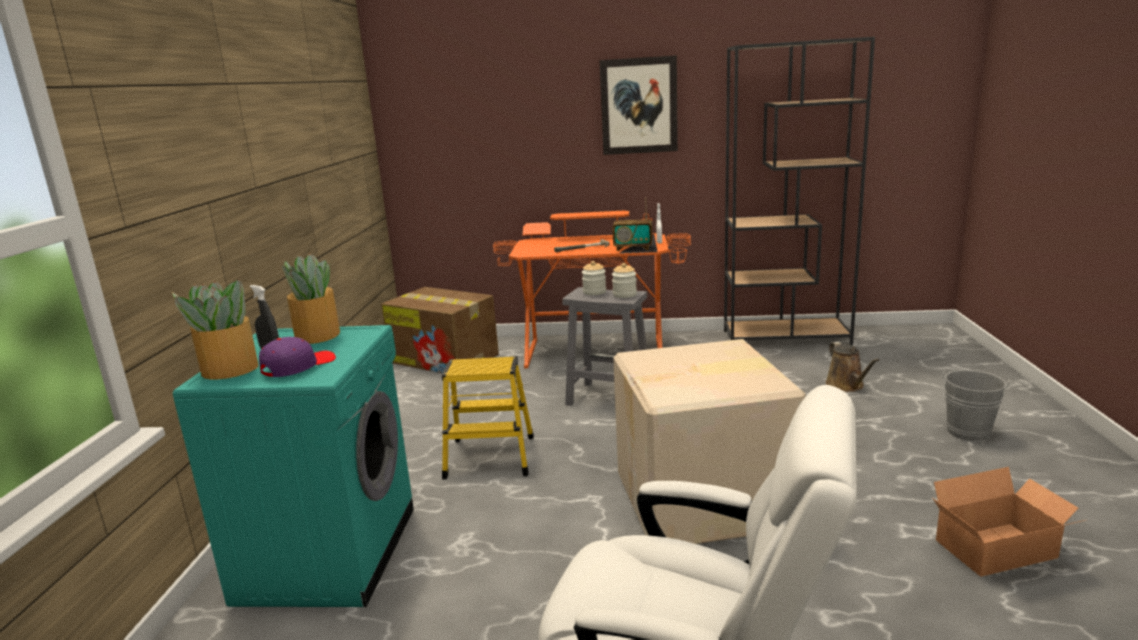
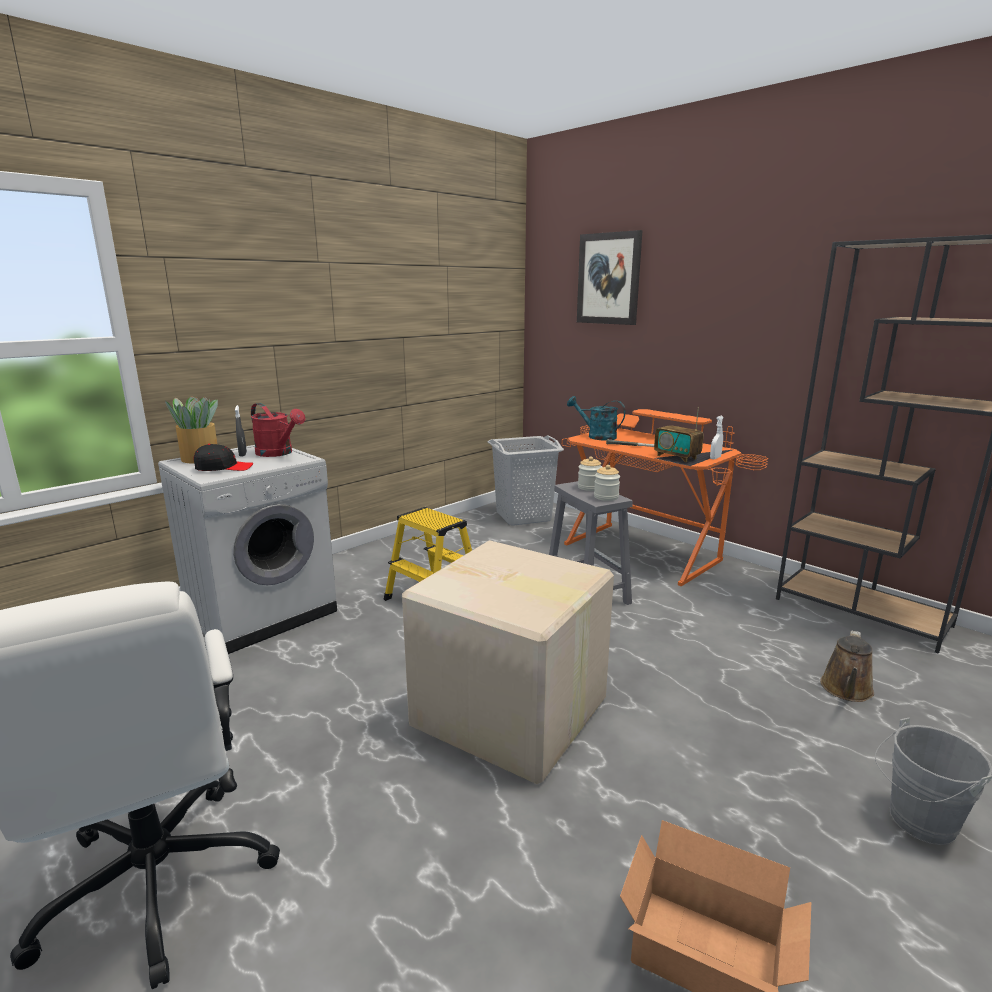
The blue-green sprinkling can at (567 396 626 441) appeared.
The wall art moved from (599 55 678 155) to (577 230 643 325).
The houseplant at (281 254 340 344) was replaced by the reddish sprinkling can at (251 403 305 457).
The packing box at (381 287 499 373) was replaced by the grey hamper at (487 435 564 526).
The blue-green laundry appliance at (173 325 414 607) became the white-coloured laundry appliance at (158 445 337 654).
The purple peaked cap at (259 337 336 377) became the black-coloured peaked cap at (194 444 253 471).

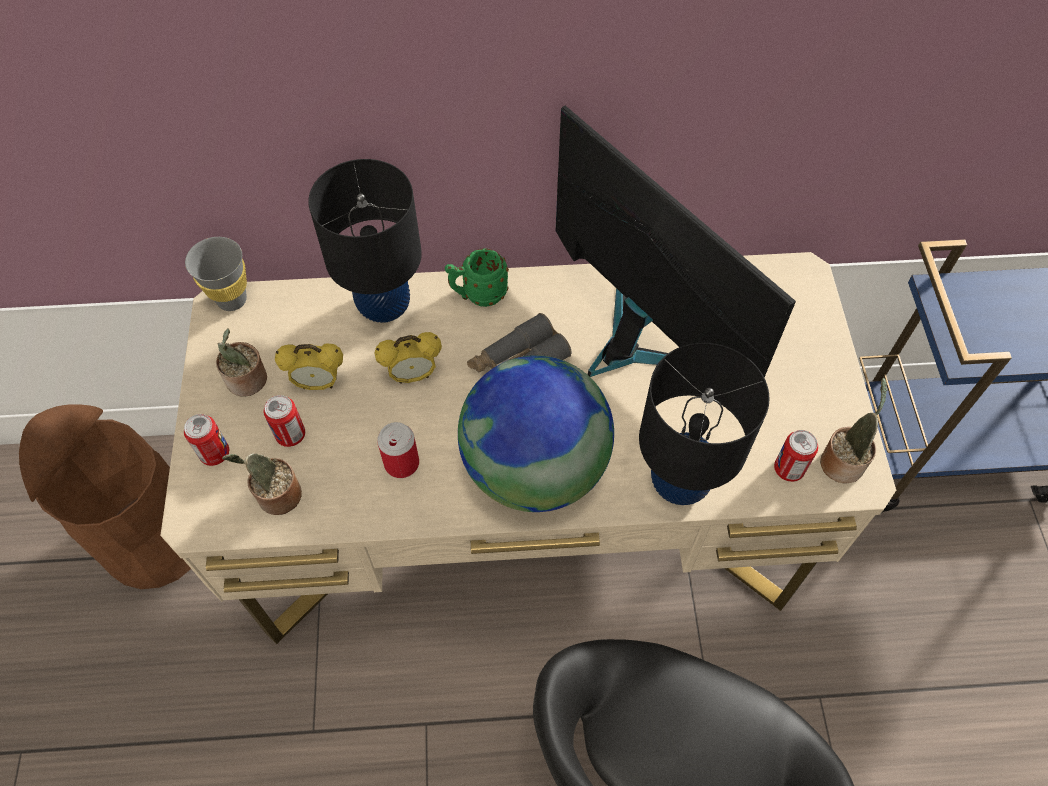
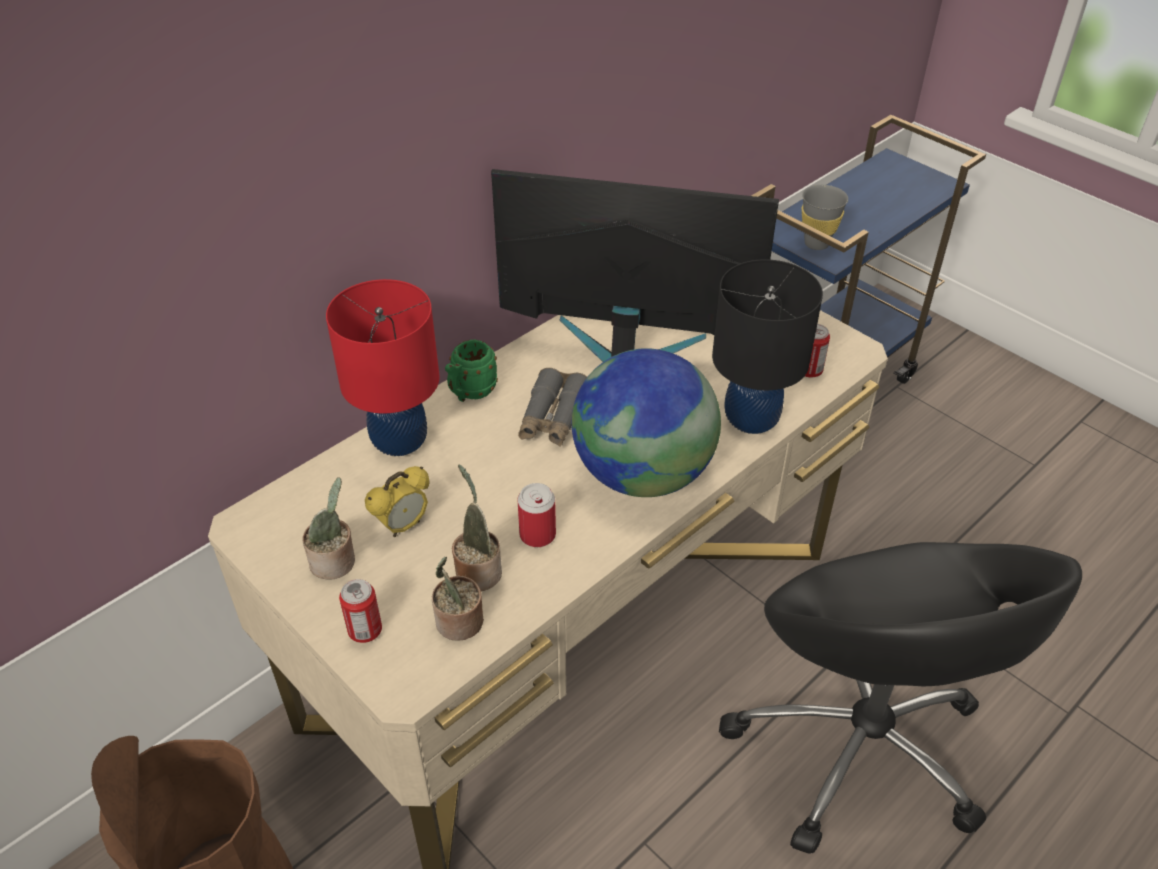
The metal can at (264 395 305 447) disappeared.
The table clock at (375 332 442 384) disappeared.
The grey drinking cup moved from (185 237 247 311) to (802 185 848 250).
The houseplant moved from (820 378 888 484) to (452 465 502 591).
The black-coloured table lamp at (308 159 422 323) became the reddish table lamp at (326 279 440 456).

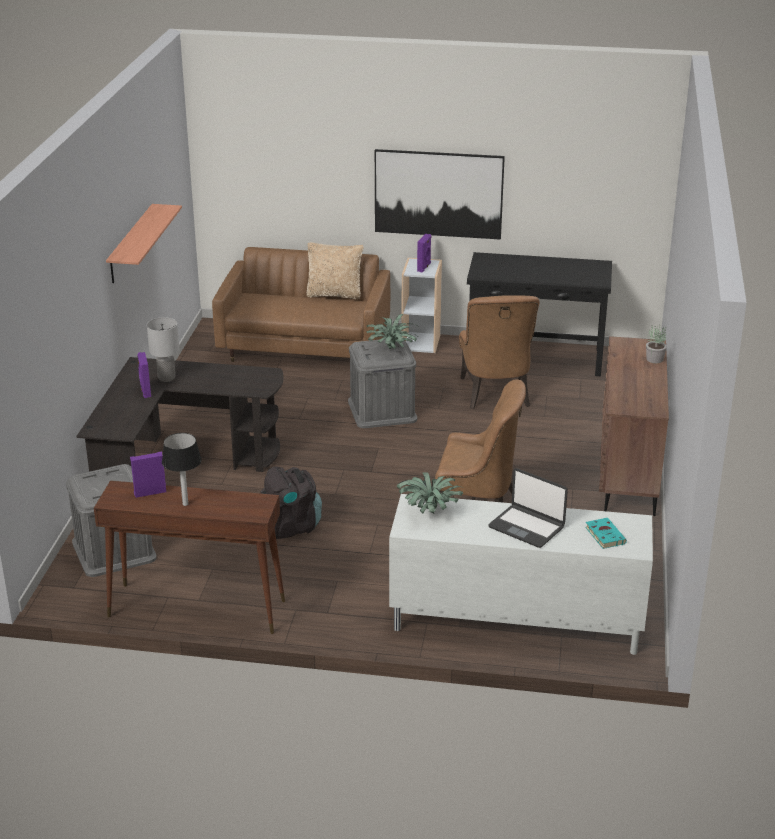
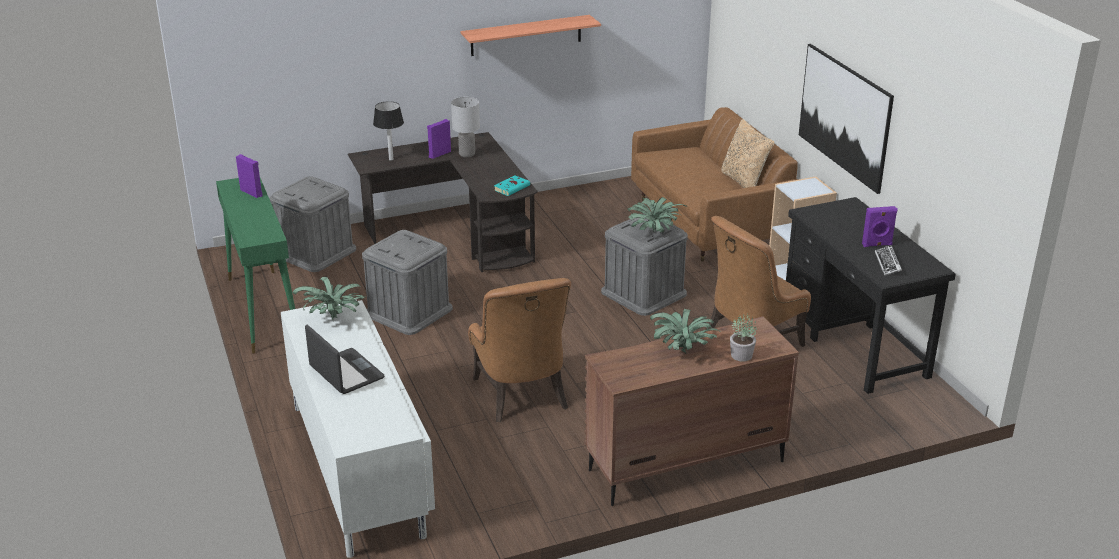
The houseplant at (650 309 722 353) appeared.
The keyboard at (875 245 902 276) appeared.
The table lamp moved from (162 433 202 506) to (373 101 404 161).
The purple audio speaker moved from (417 234 431 272) to (862 206 898 247).
The blue-green bound book moved from (585 518 627 549) to (494 175 530 196).
The black-coloured backpack at (260 466 322 539) was replaced by the grey storage box at (362 230 453 335).
The brownish hall table at (94 480 285 634) became the green hall table at (216 178 295 353).
The portable computer at (488 468 568 548) turned 135 degrees clockwise.

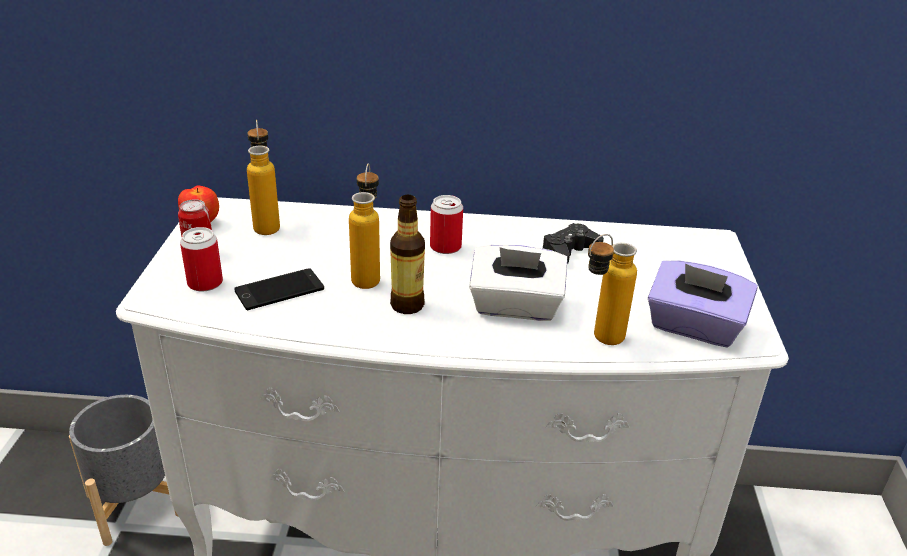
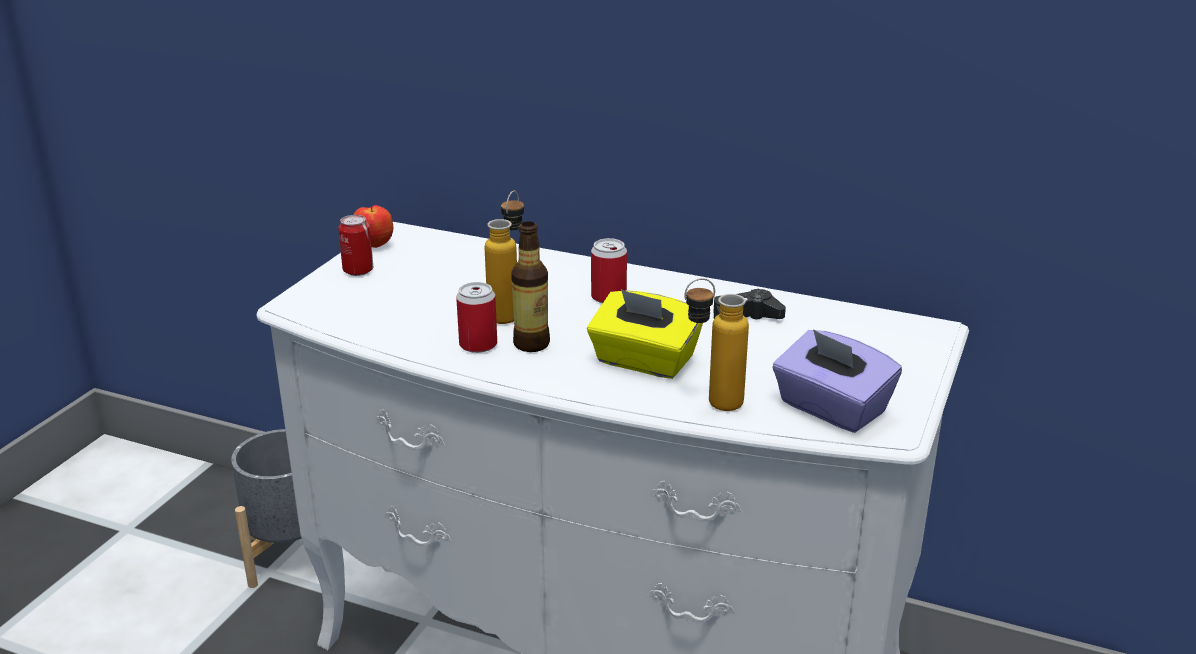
The handset at (234 268 324 310) disappeared.
The beverage bottle at (247 120 280 235) disappeared.
The metal can moved from (180 227 223 291) to (456 282 497 353).
The white-coloured tissue box at (469 244 567 321) became the yellowish tissue box at (587 289 703 379).

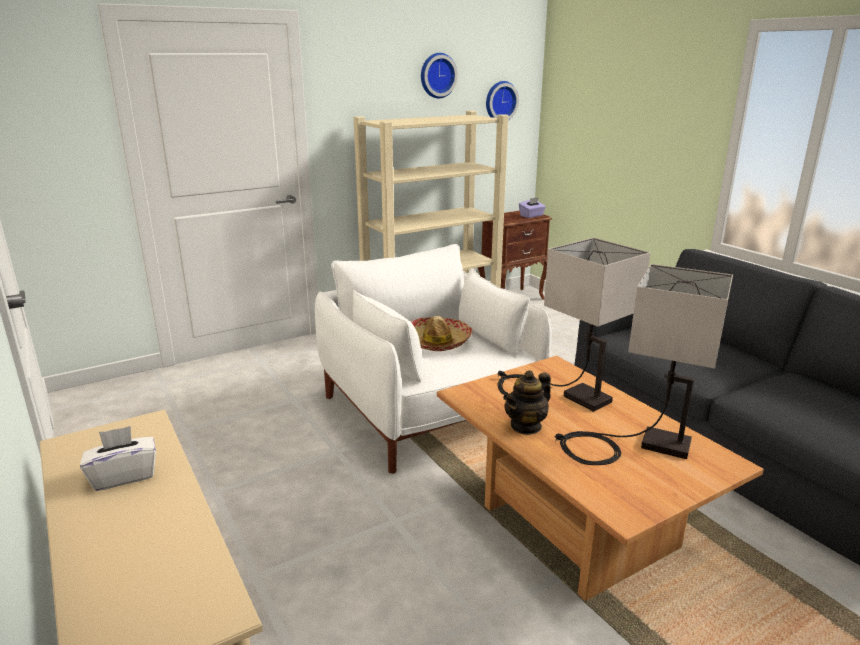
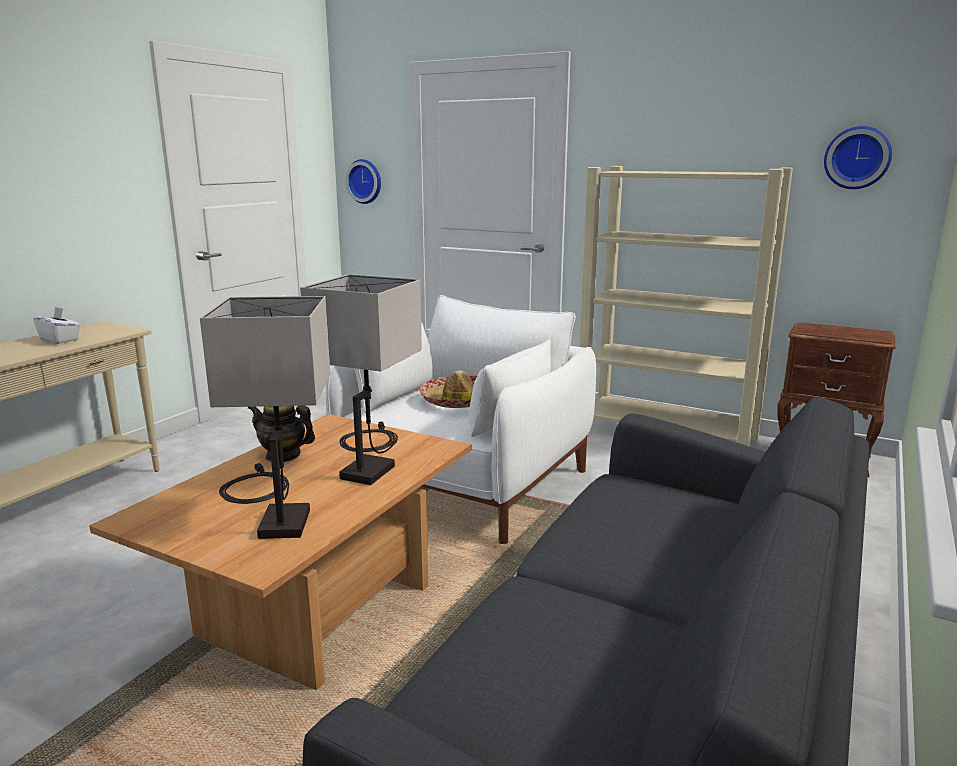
The purple tissue box at (519 197 546 218) disappeared.
The wall clock moved from (421 53 458 98) to (345 159 381 204).

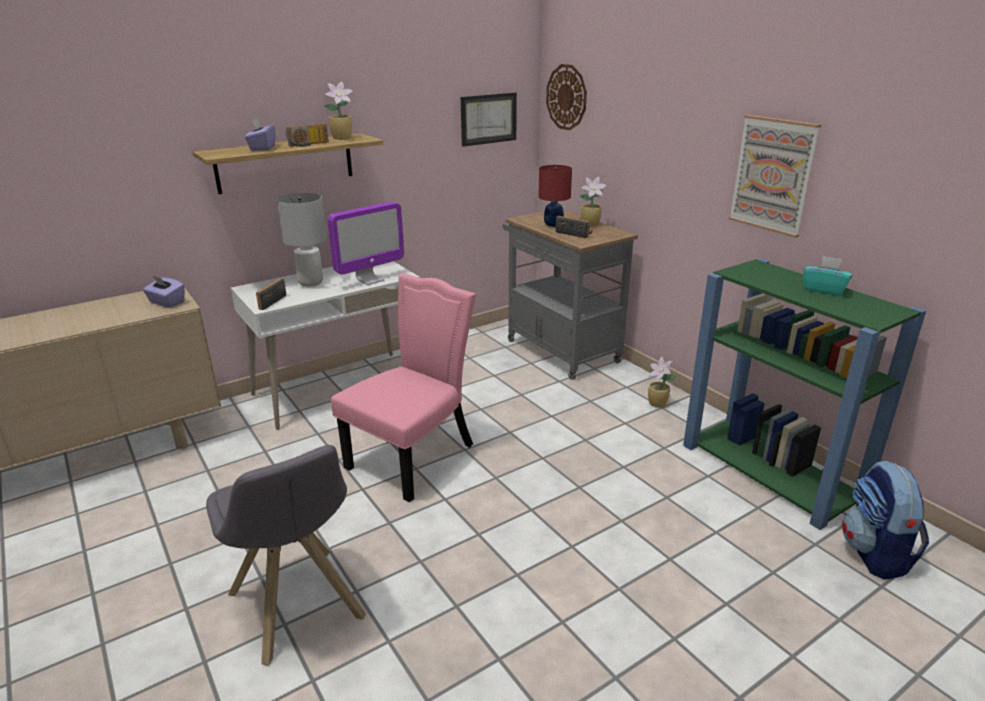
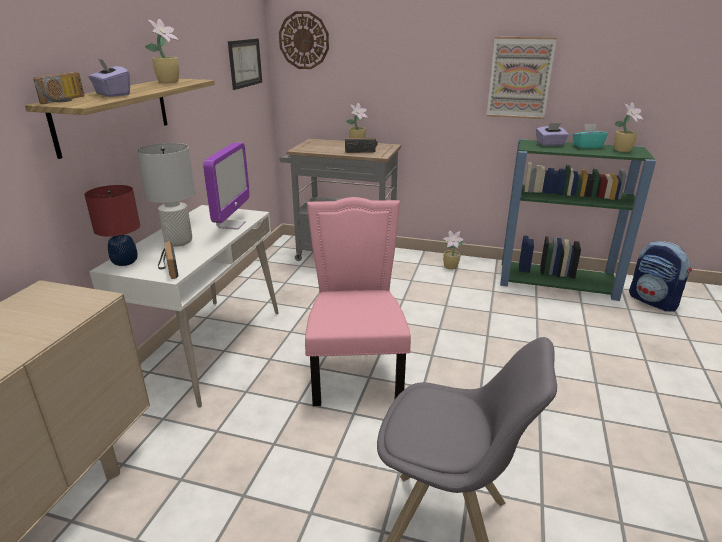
The houseplant at (614 102 643 152) appeared.
The purple tissue box moved from (143 275 185 308) to (536 123 569 146).
The radio set moved from (285 123 329 147) to (33 72 85 104).
The reddish table lamp moved from (538 165 572 227) to (84 185 140 266).

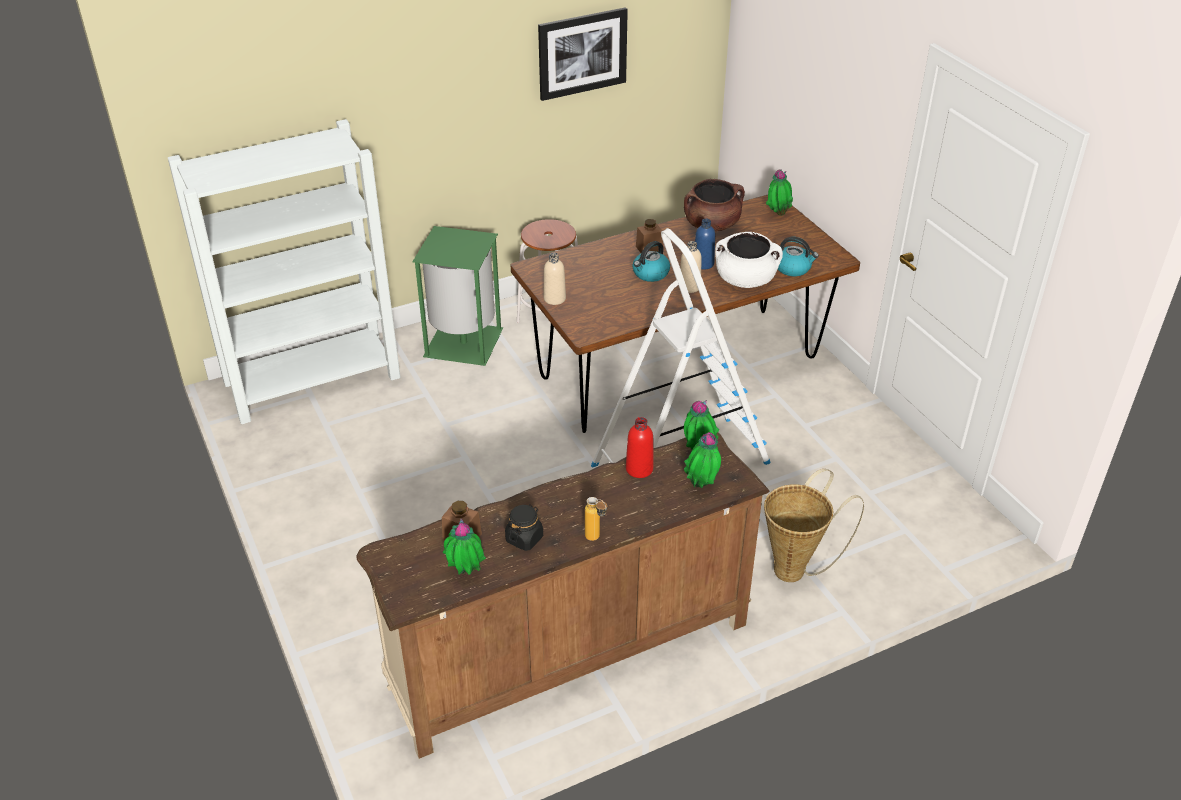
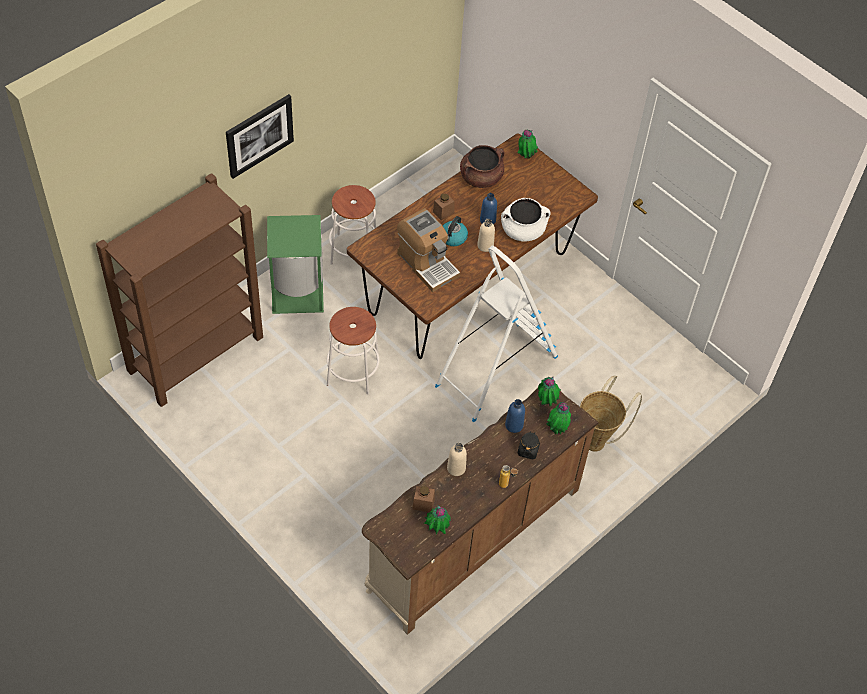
The water kettle at (778 237 819 276) disappeared.
The white-coloured stool seat at (327 307 380 395) appeared.
The coffee maker at (397 208 460 292) appeared.
The black-coloured preserve jar moved from (505 504 543 551) to (518 431 540 459).
The wall art moved from (538 7 628 101) to (226 94 294 179).
The beige beverage bottle moved from (544 253 566 305) to (447 443 467 476).
The white-coloured bookcase at (168 119 400 424) became the brownish bookcase at (96 173 263 407).
The reddish beverage bottle at (626 417 653 478) became the bluish beverage bottle at (505 399 525 433).

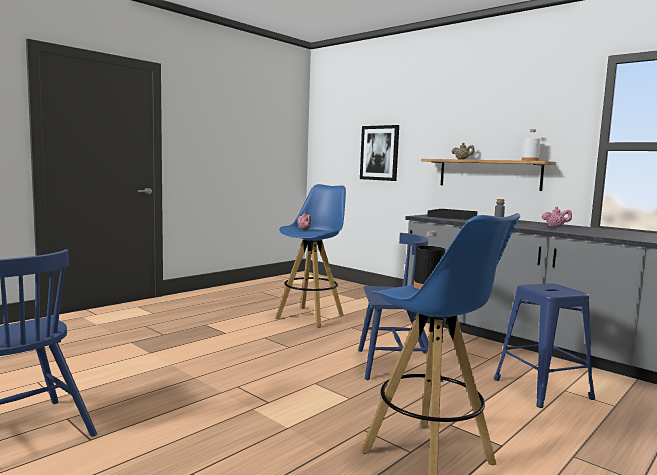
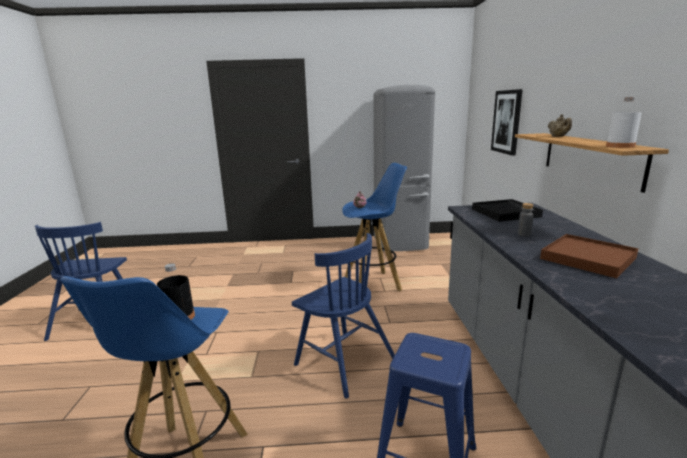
The grey refrigerator at (373 85 435 251) appeared.
The pink-coloured tea pot at (542 207 572 227) was replaced by the brownish tray at (540 234 639 278).

